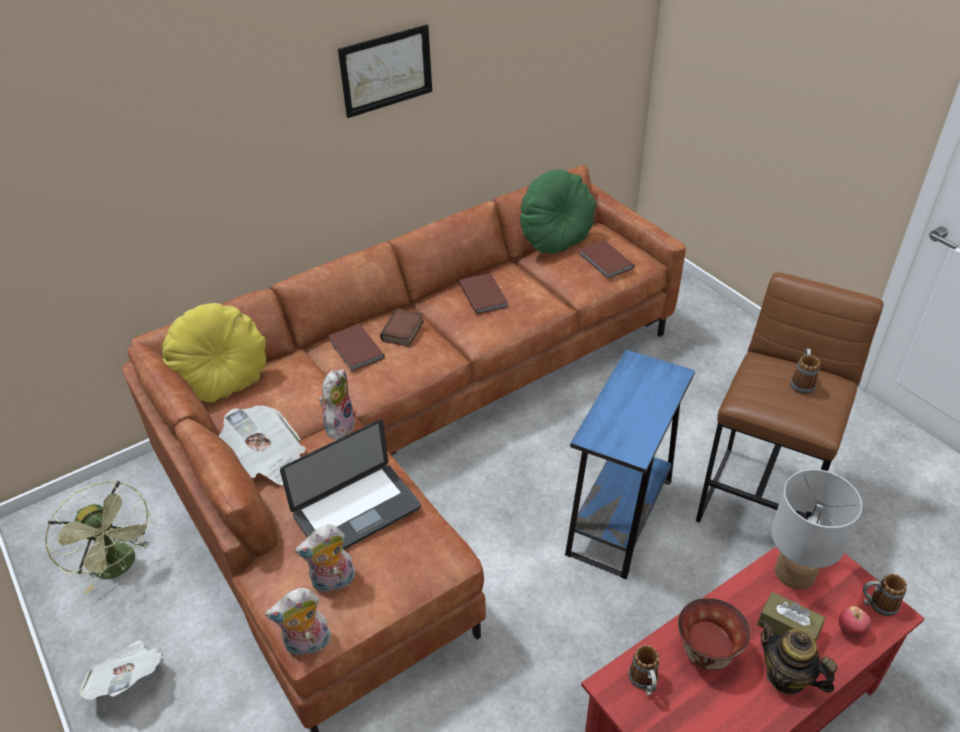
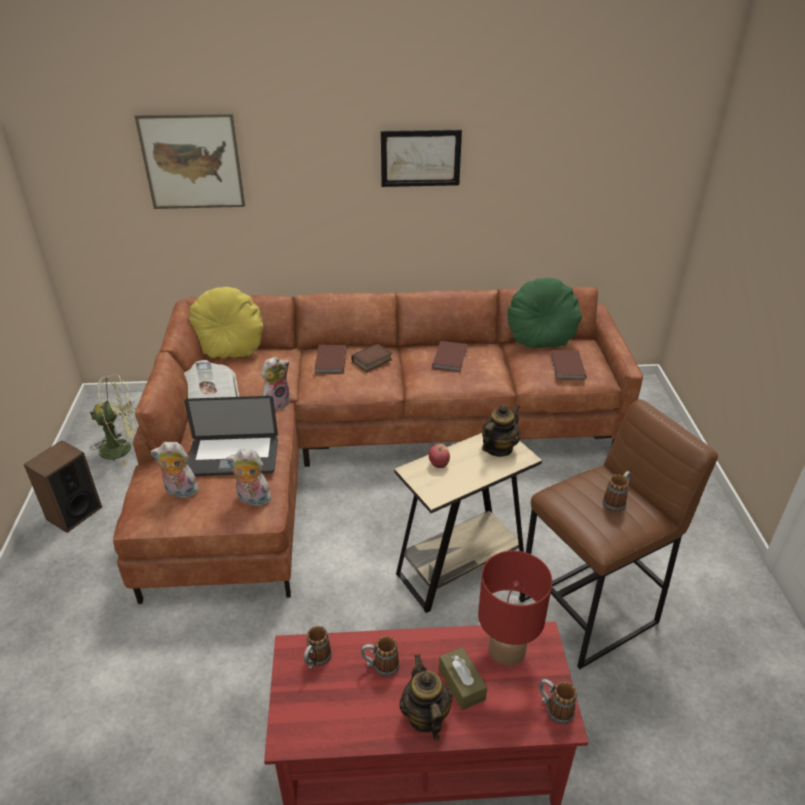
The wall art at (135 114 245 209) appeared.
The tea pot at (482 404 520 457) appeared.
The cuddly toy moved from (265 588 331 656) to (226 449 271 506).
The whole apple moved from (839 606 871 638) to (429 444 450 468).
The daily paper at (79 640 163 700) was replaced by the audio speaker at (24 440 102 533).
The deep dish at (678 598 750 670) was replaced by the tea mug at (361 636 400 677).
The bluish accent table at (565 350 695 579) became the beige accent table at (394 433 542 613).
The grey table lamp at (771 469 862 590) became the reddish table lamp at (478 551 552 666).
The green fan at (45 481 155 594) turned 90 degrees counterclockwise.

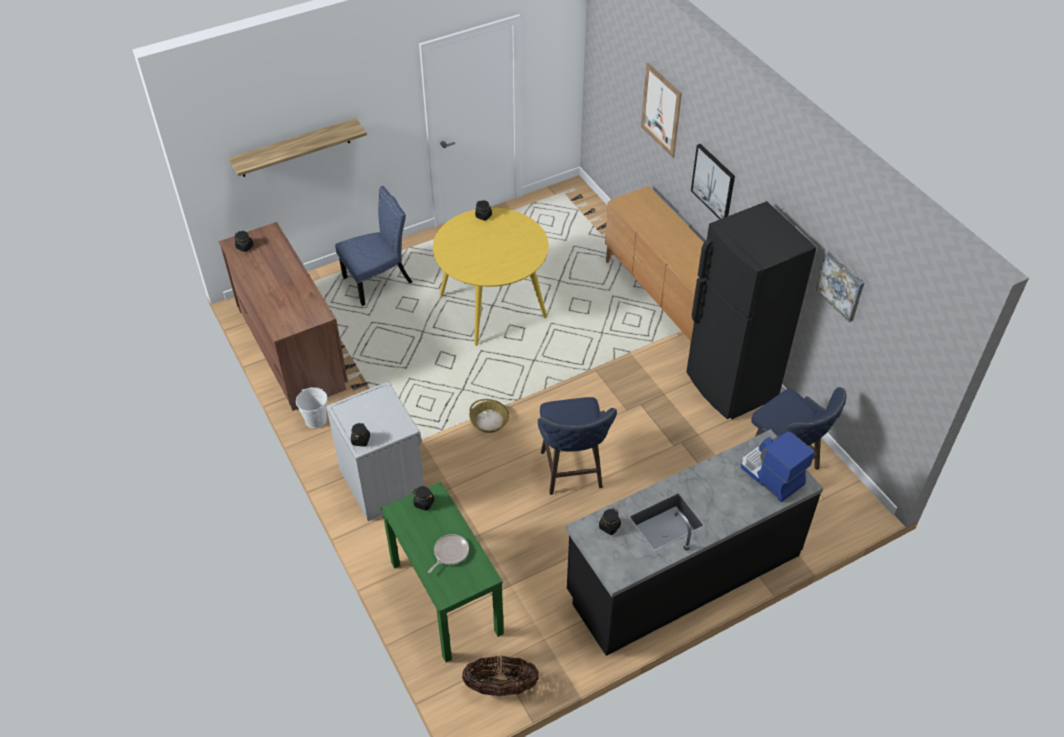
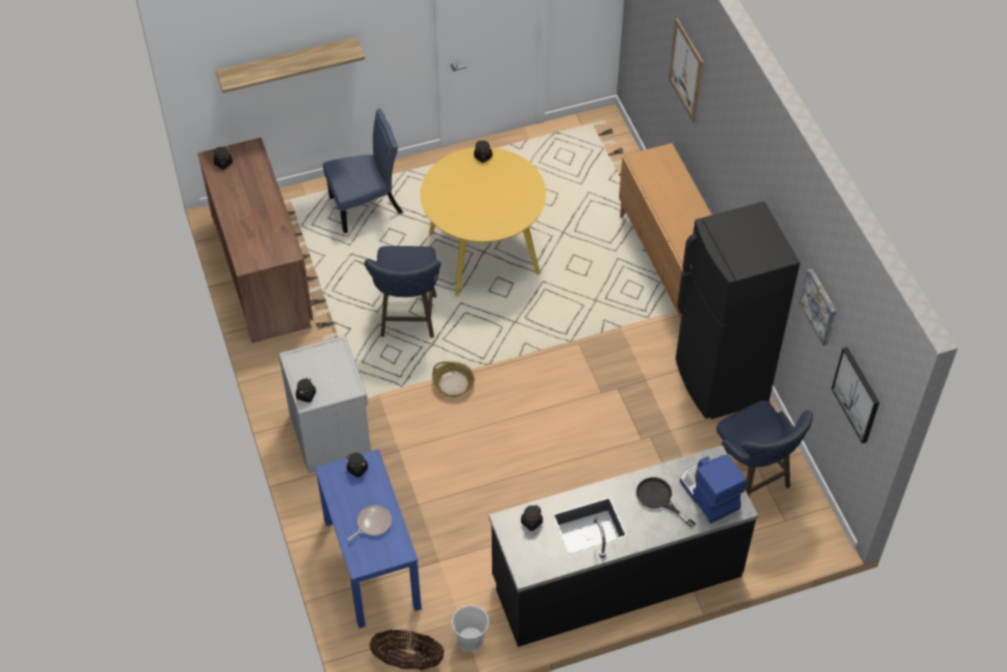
The black-coloured pan at (636 477 696 528) appeared.
The white-coloured bucket moved from (296 387 327 429) to (452 605 489 651).
The bluish stool seat moved from (538 397 617 495) to (364 246 441 338).
The wall art moved from (691 144 735 220) to (831 347 880 444).
The green hall table at (381 482 504 662) became the bluish hall table at (315 449 421 628).

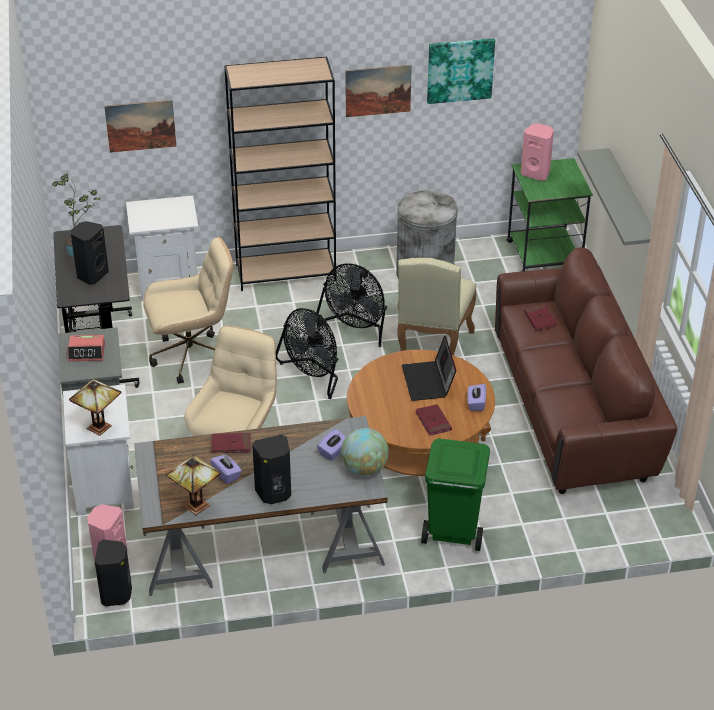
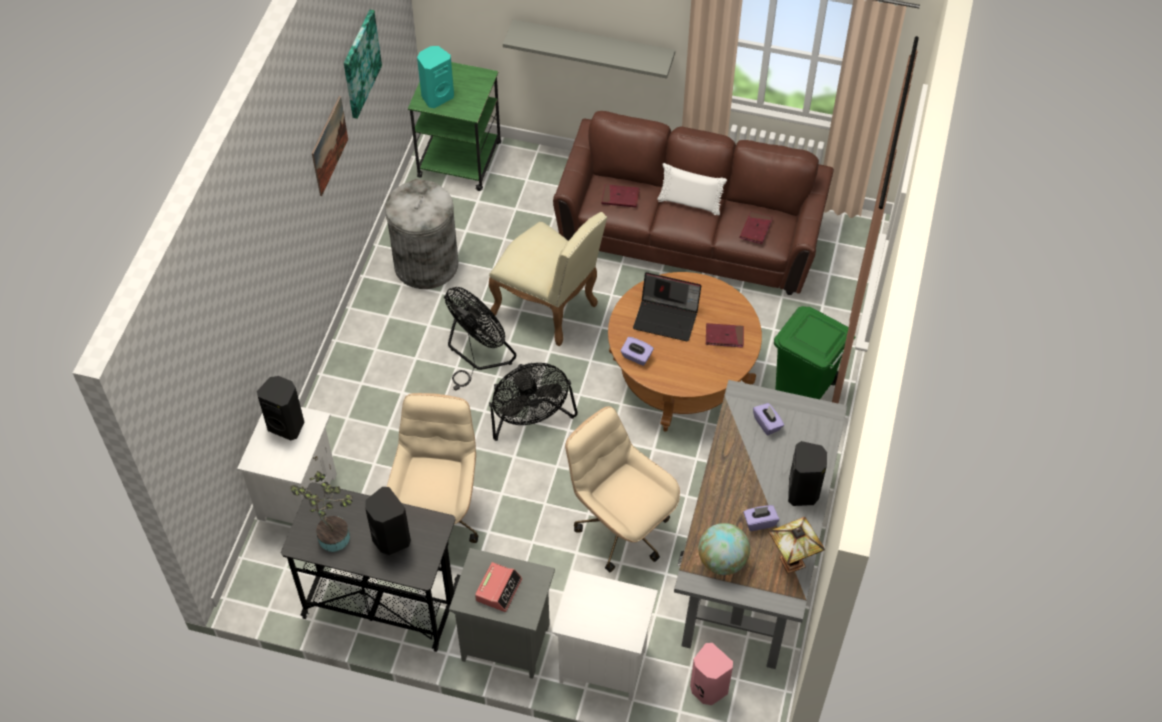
The table lamp at (69 379 122 436) disappeared.
The wall art at (104 100 176 153) disappeared.
The beige bookcase at (224 56 336 291) disappeared.
The white-coloured cushion at (657 163 727 215) appeared.
The black-coloured audio speaker moved from (95 539 132 606) to (257 376 304 440).
The reddish bound book moved from (212 433 251 453) to (740 211 773 244).
The desk globe moved from (341 428 389 476) to (698 523 750 575).
The purple tissue box moved from (468 384 486 411) to (621 337 654 366).
The pink-coloured audio speaker at (521 123 554 181) became the blue-green audio speaker at (417 46 454 108).
The black-coloured fan at (316 264 387 347) turned 105 degrees counterclockwise.

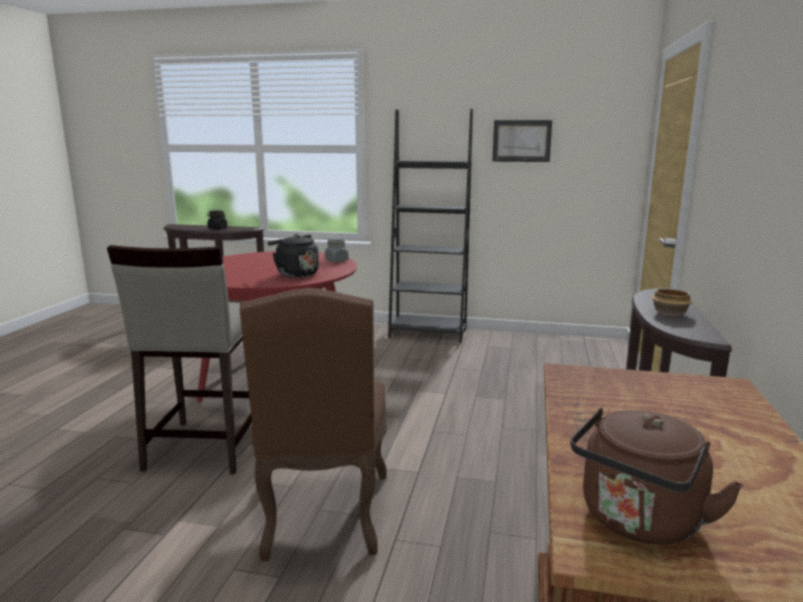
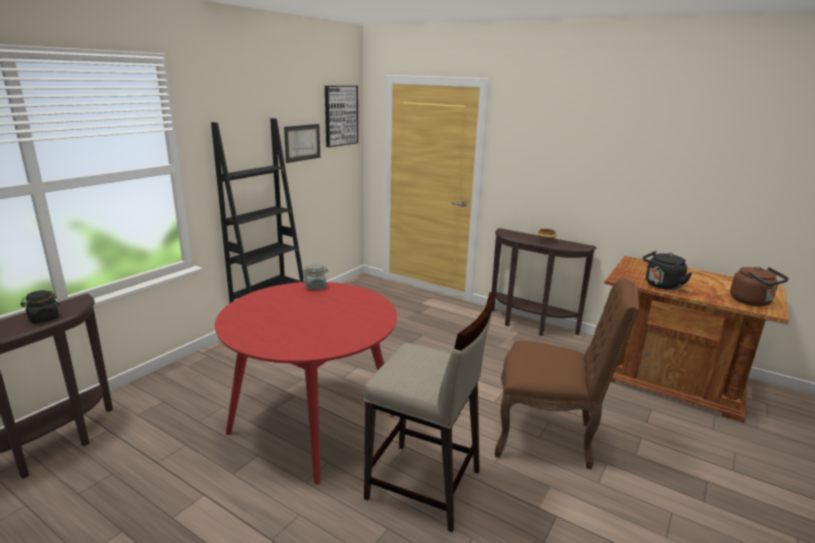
The wall art at (325 86 358 147) appeared.
The black-coloured water kettle moved from (267 234 319 277) to (643 251 692 290).

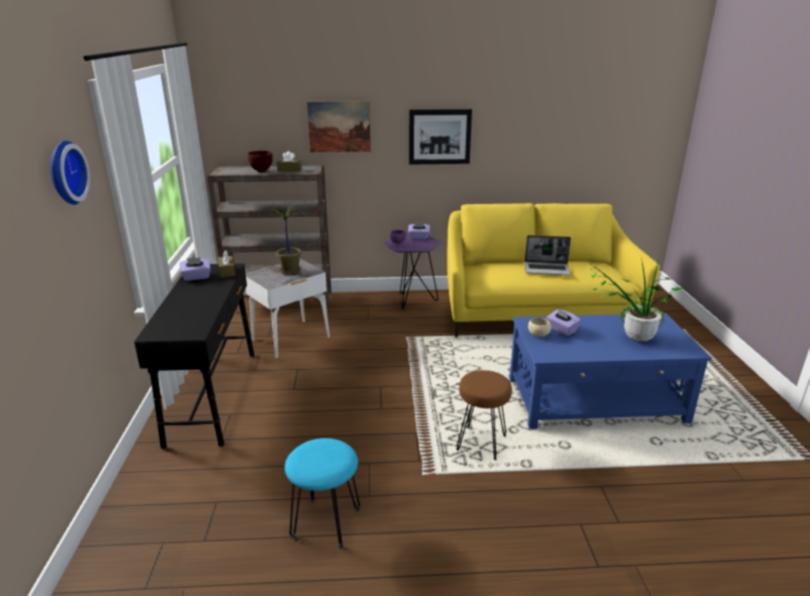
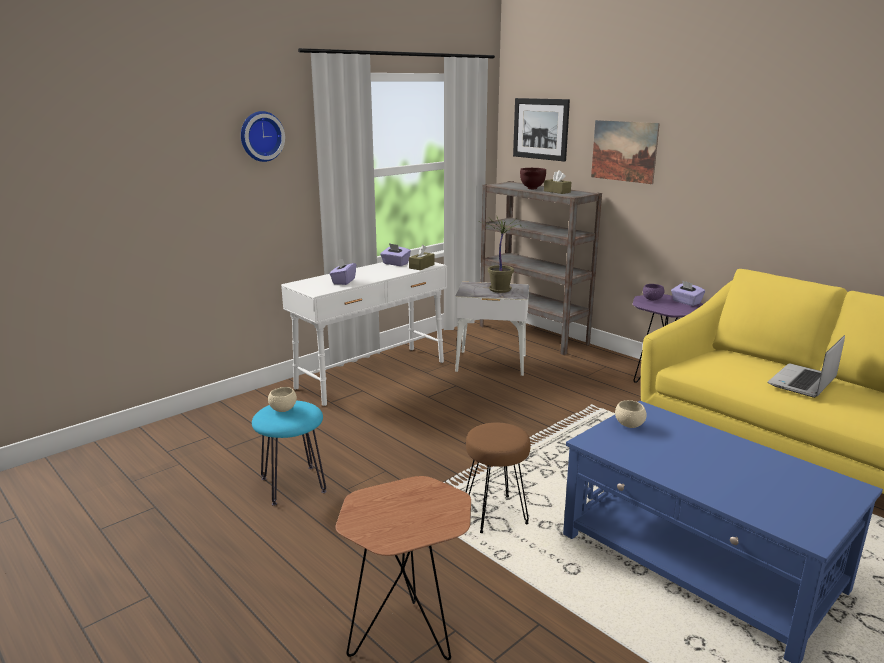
The houseplant at (588 257 686 342) disappeared.
The beige deep dish at (268 387 297 412) appeared.
The brownish accent table at (335 476 471 660) appeared.
The wall art moved from (409 109 472 165) to (513 98 570 162).
The purple tissue box moved from (546 309 581 336) to (330 258 356 285).
The black-coloured hall table at (134 263 254 449) became the white-coloured hall table at (281 256 447 406).
The portable computer at (525 235 571 275) turned 75 degrees clockwise.

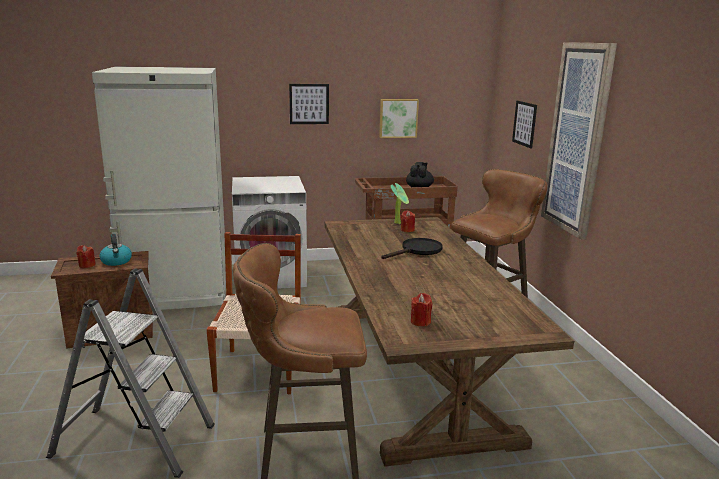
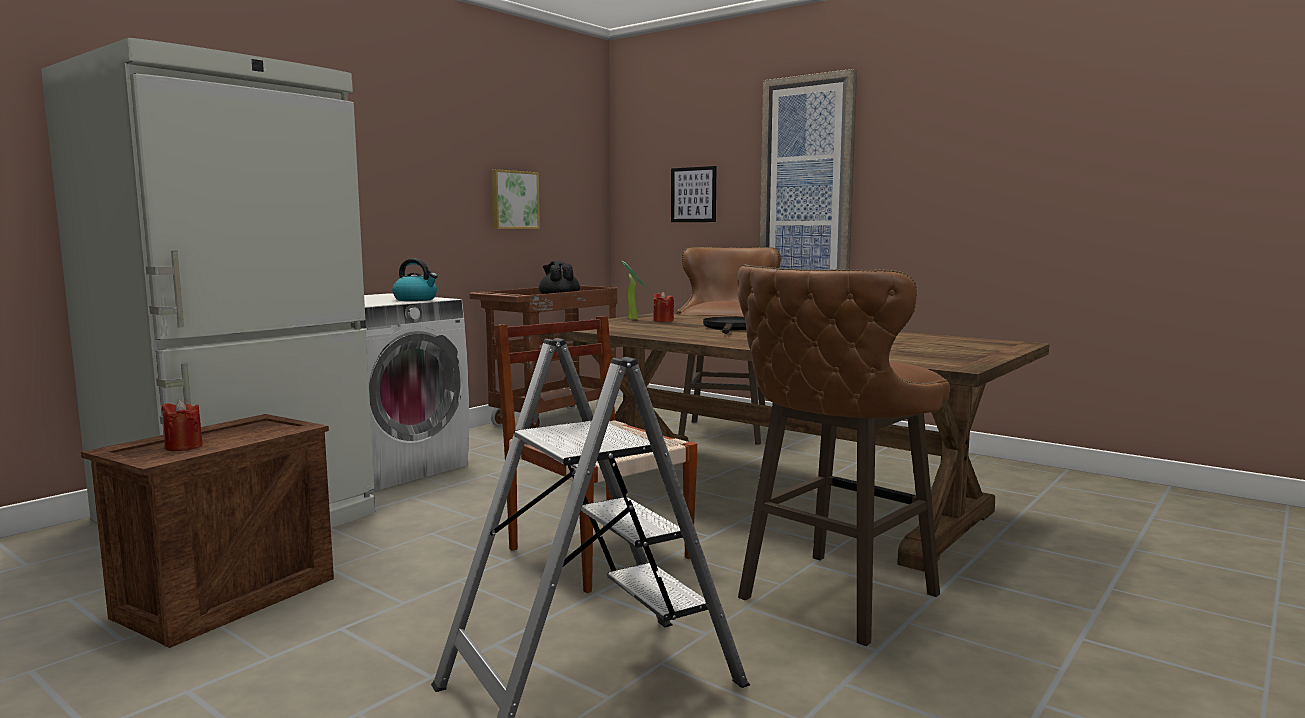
The wall art at (289 84 329 124) disappeared.
The reddish wax candle at (411 293 433 326) disappeared.
The water kettle moved from (99 234 132 266) to (392 259 438 301).

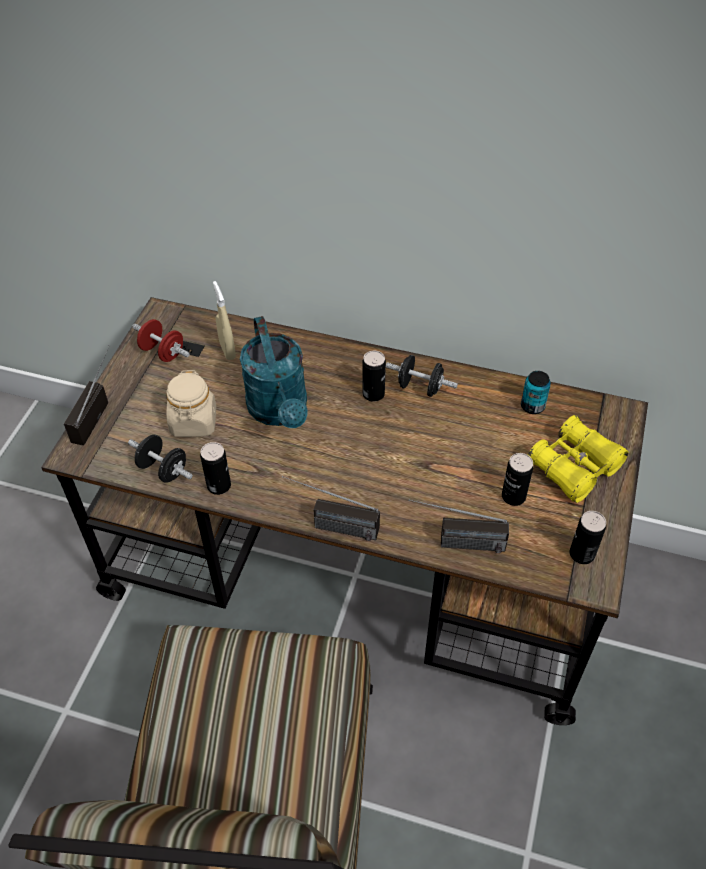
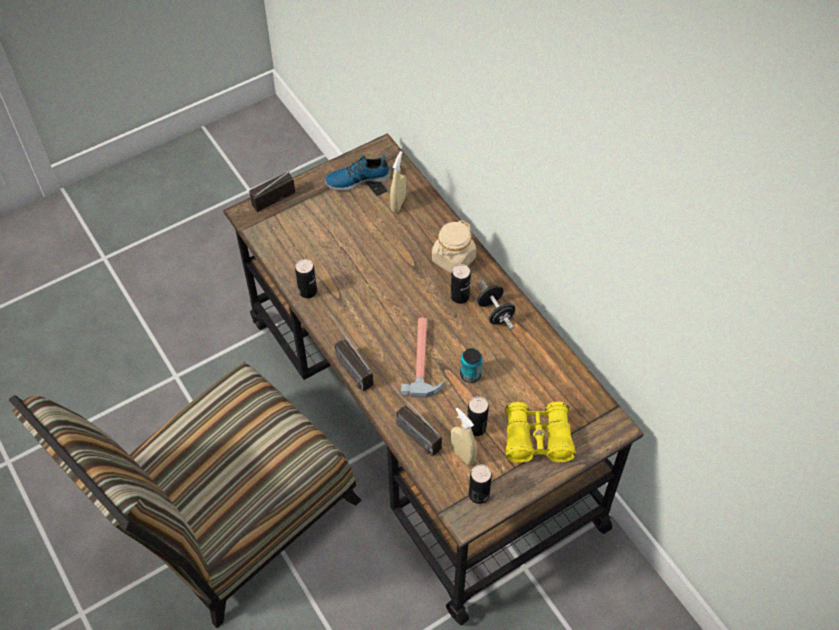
The black-coloured dumbbell at (128 435 193 483) disappeared.
The blue-green sprinkling can at (240 316 308 428) disappeared.
The hammer at (401 317 445 398) appeared.
The beige sprayer at (451 407 477 464) appeared.
The beige preserve jar moved from (166 370 216 437) to (432 220 476 273).
The metal can moved from (521 371 551 414) to (460 348 482 383).
The reddish dumbbell at (132 319 190 362) was replaced by the item of footwear at (325 154 391 191).

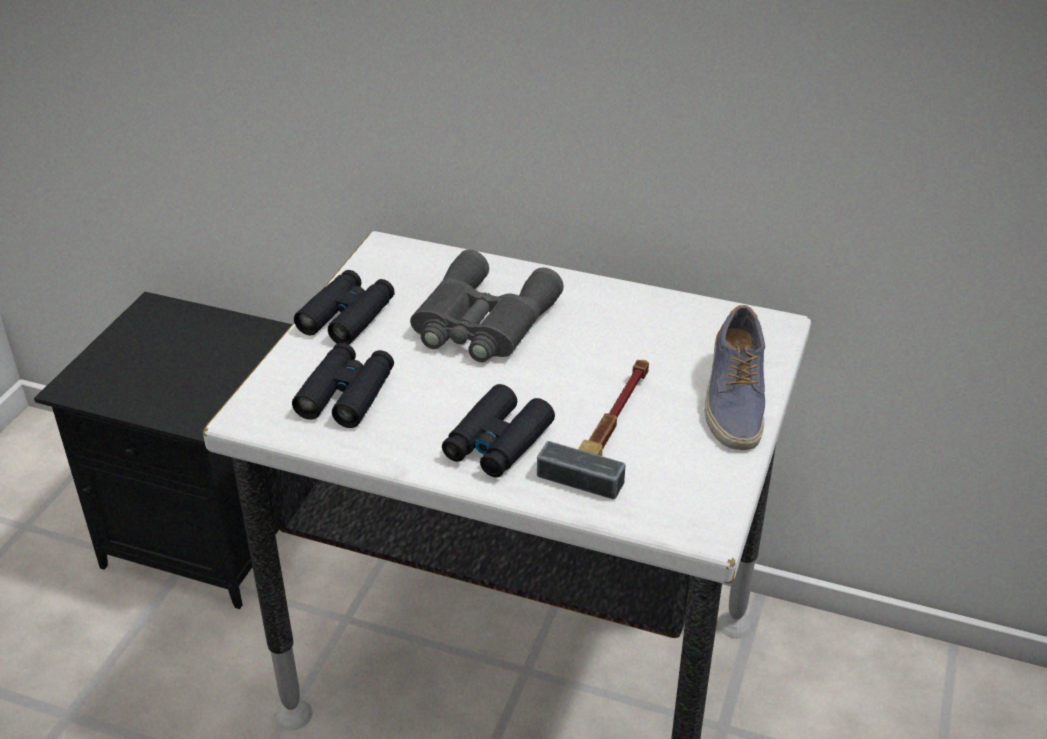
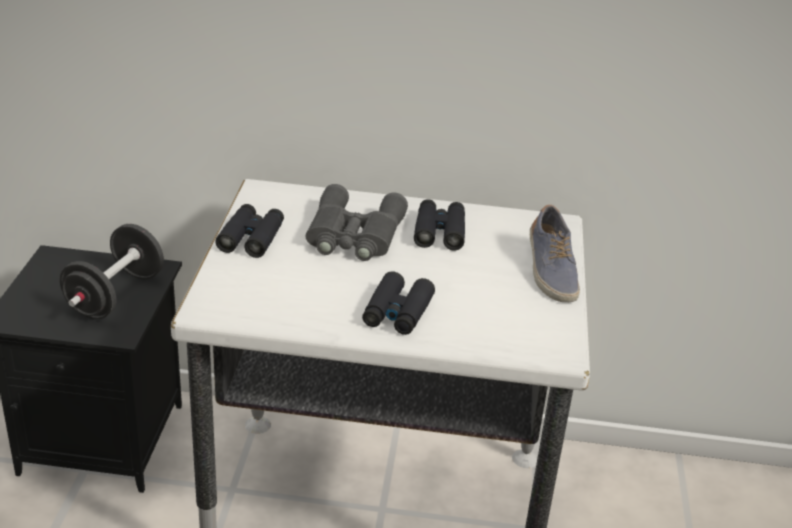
The hammer at (537 360 649 499) disappeared.
The black-coloured dumbbell at (60 224 164 319) appeared.
The black-coloured binoculars moved from (292 343 394 428) to (414 199 465 250).

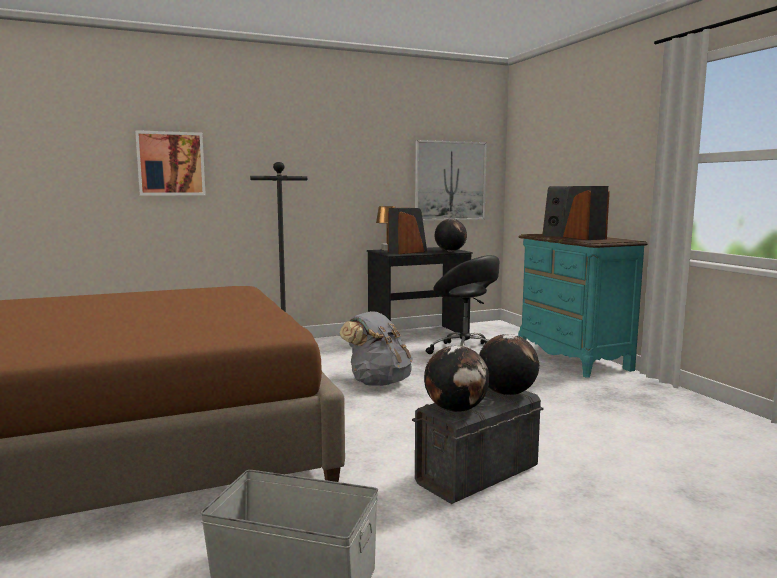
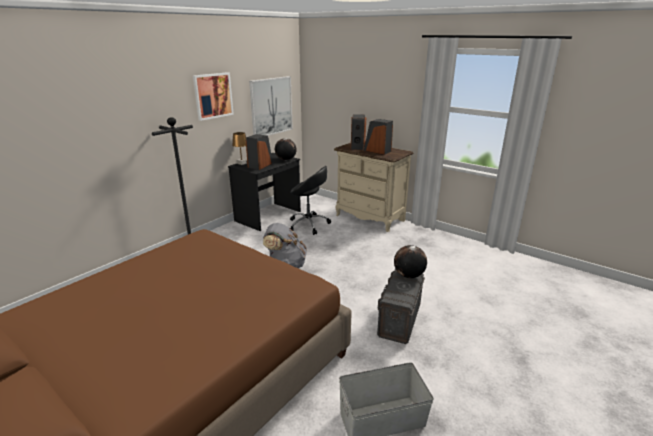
The desk globe at (424 346 489 412) disappeared.
The wall art moved from (135 130 206 196) to (193 72 234 121).
The blue-green drawer chest at (518 234 648 378) became the beige drawer chest at (334 143 413 232).

